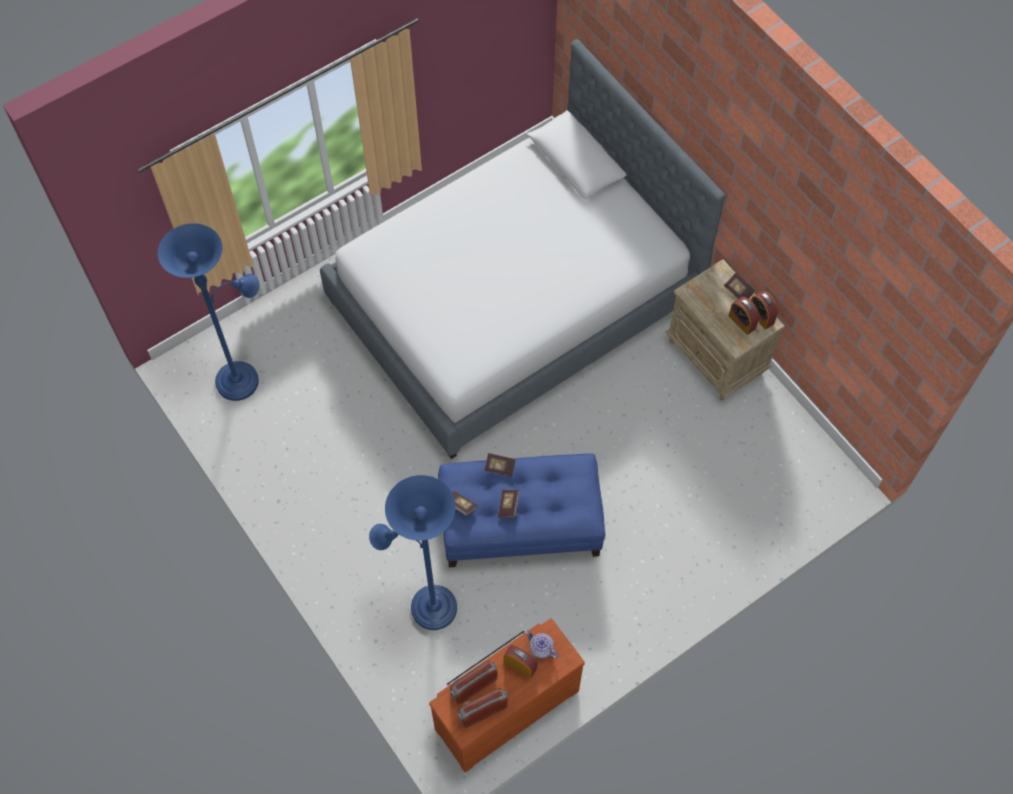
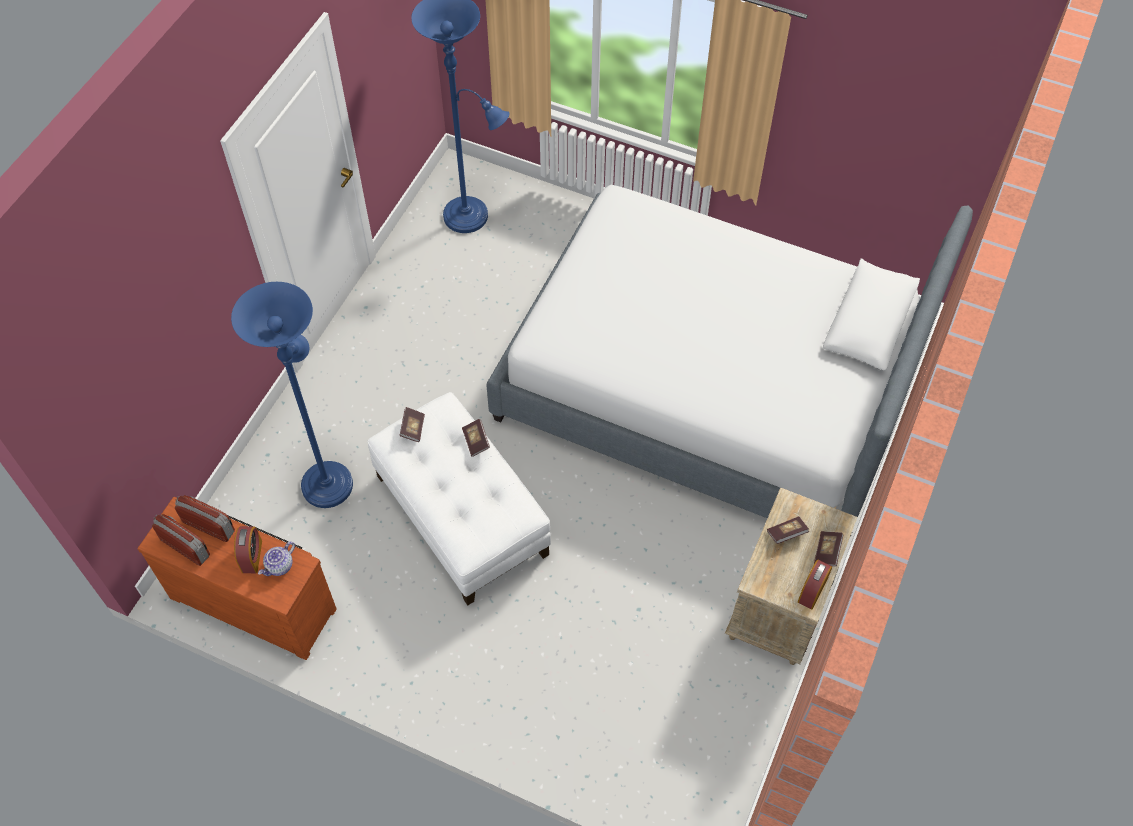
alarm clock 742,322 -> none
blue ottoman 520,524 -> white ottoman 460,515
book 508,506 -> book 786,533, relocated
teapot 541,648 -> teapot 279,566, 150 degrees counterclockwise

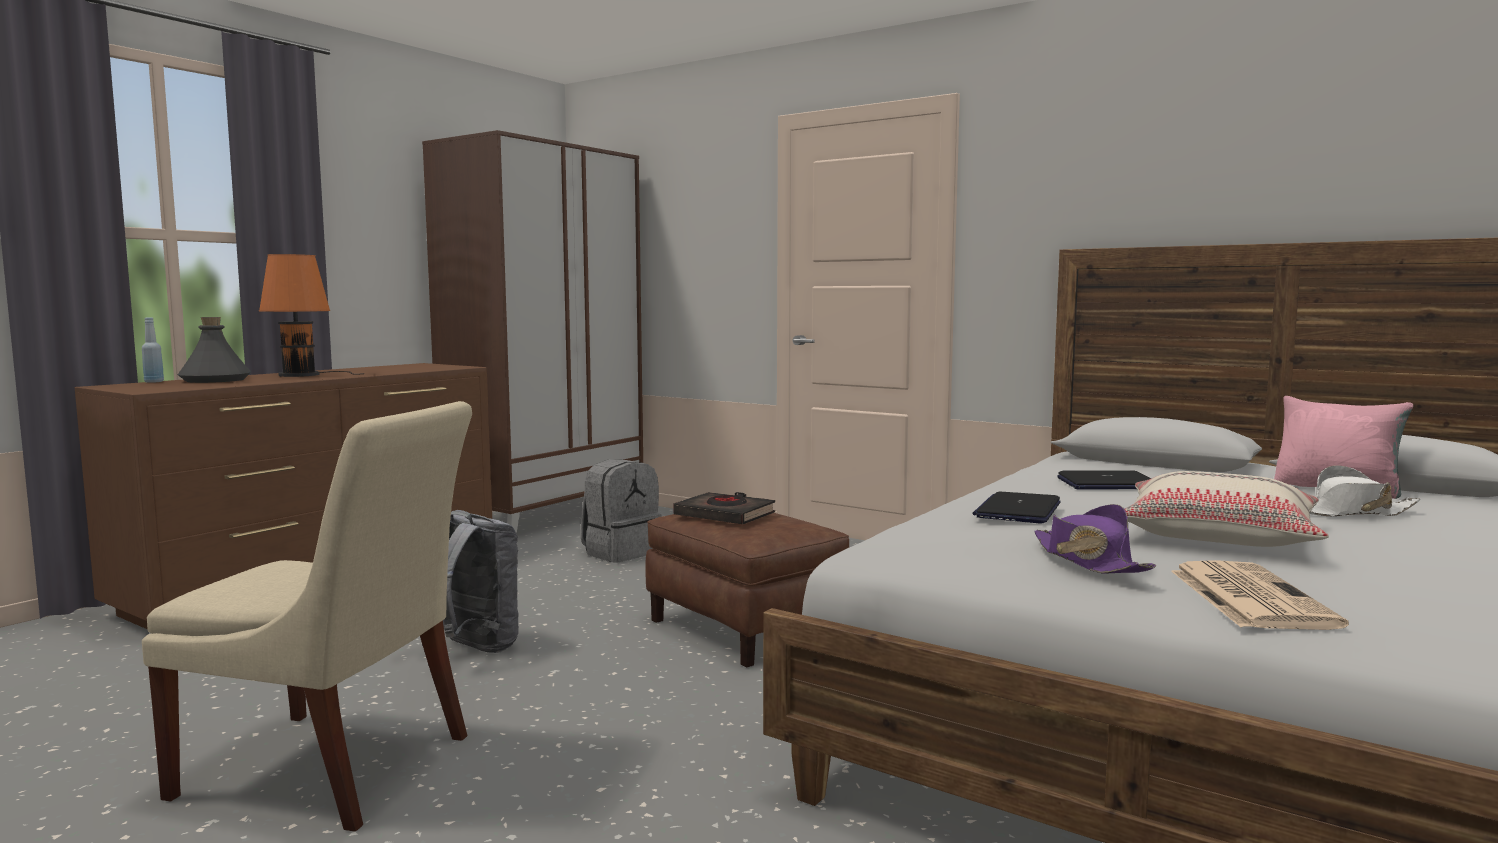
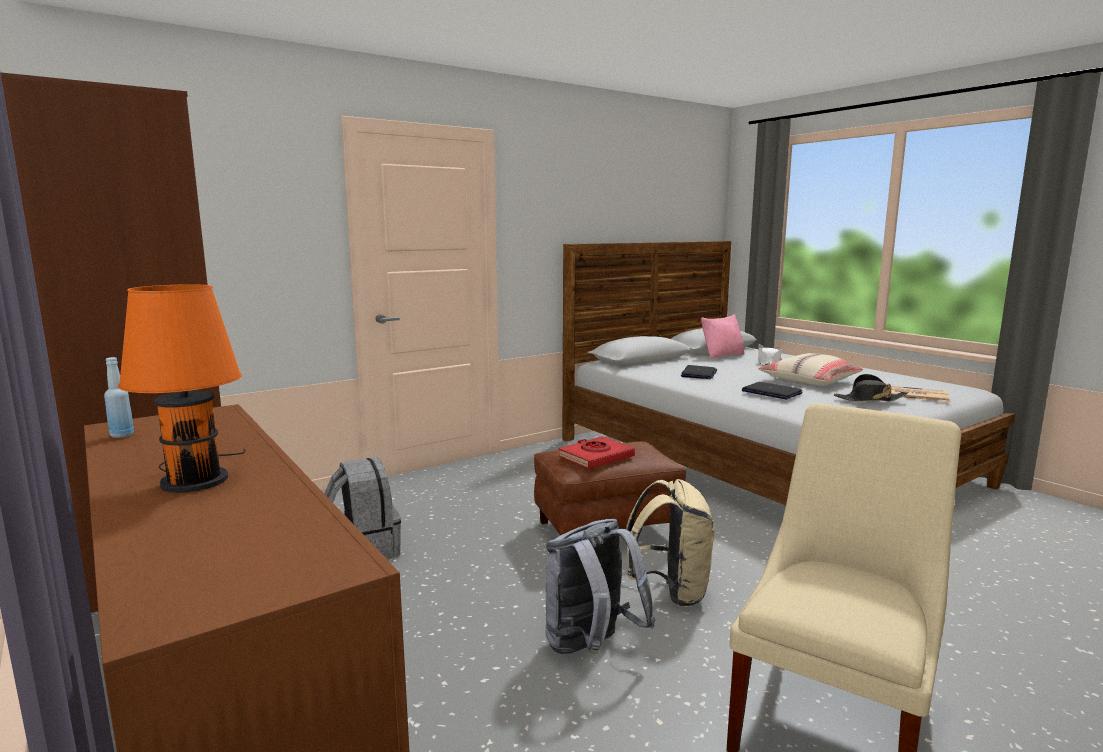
grey bottle 215,380 -> none
blue bottle 154,382 -> blue bottle 122,435, relocated
black book 725,515 -> red book 596,457
purple hat 1088,560 -> black hat 869,399
none -> beige backpack 670,591

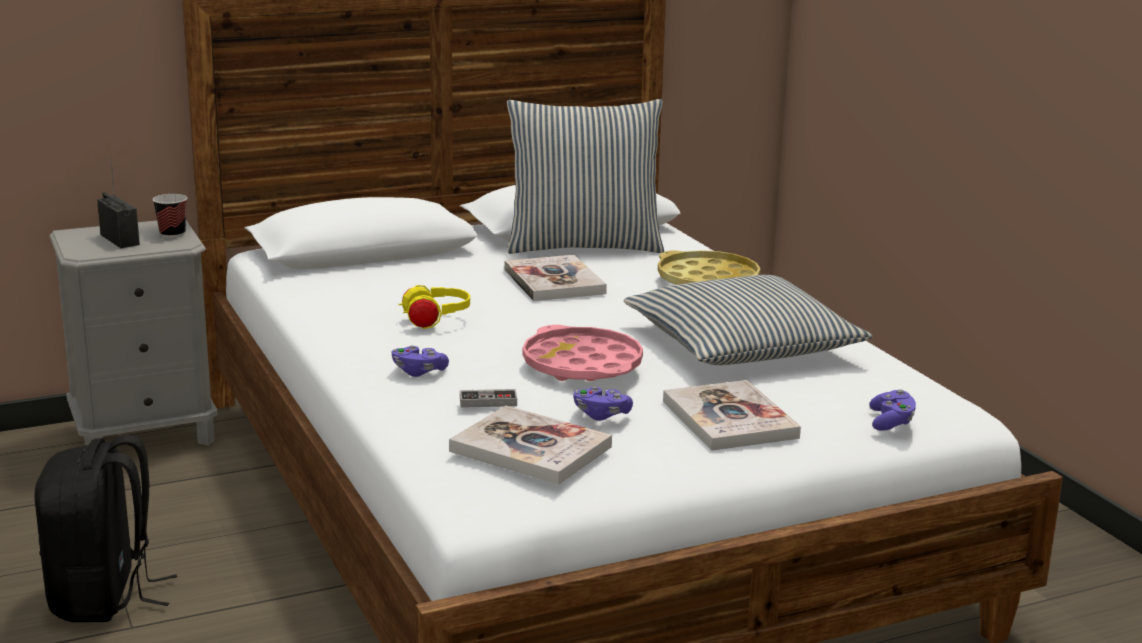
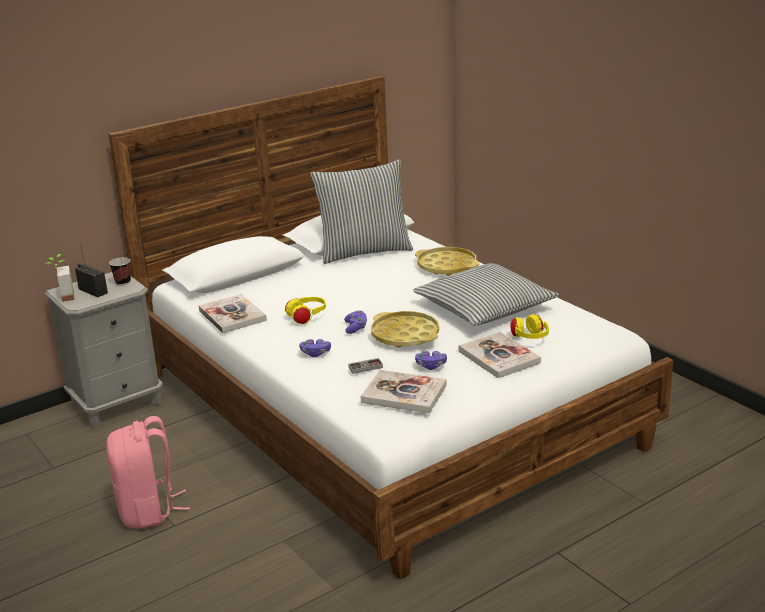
book 554,281 -> book 232,315, relocated
pink tray 582,365 -> yellow tray 405,335
purple game controller 891,422 -> purple game controller 356,328, relocated
black backpack 104,598 -> pink backpack 148,510
none -> potted plant 62,297
none -> yellow headphones 530,339

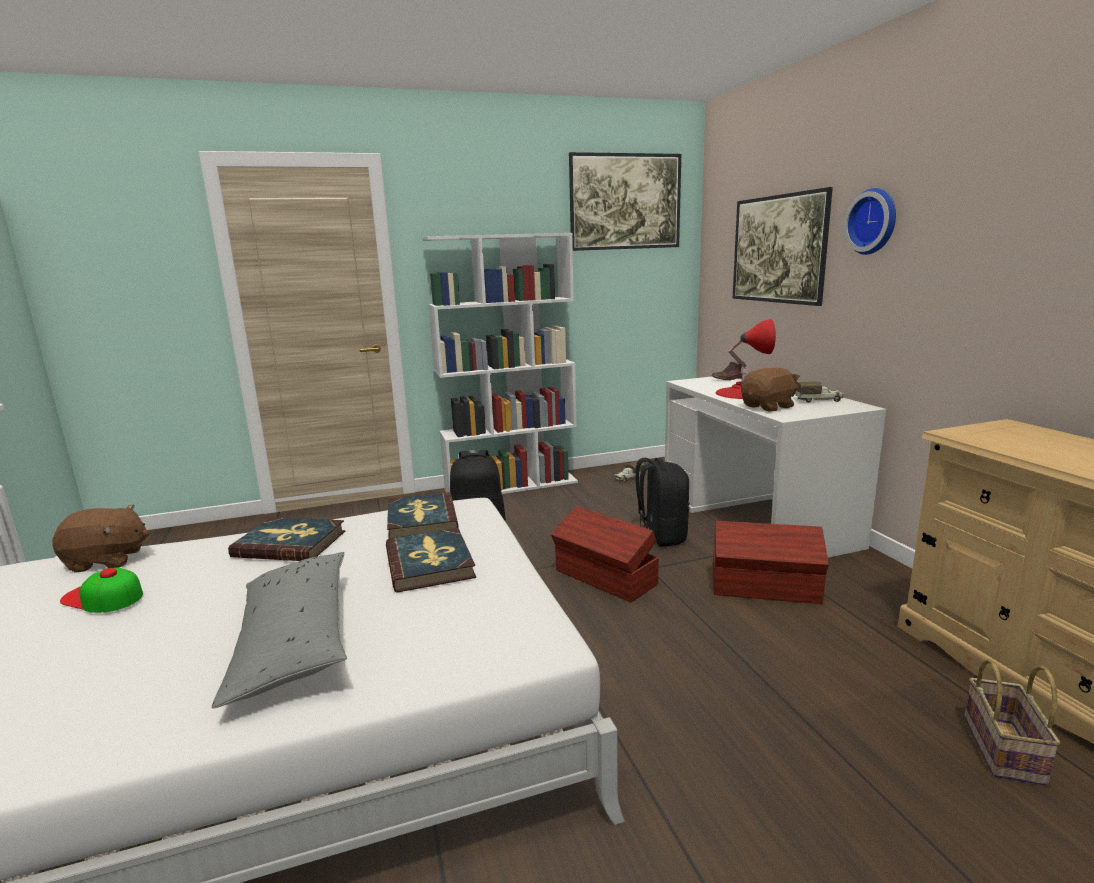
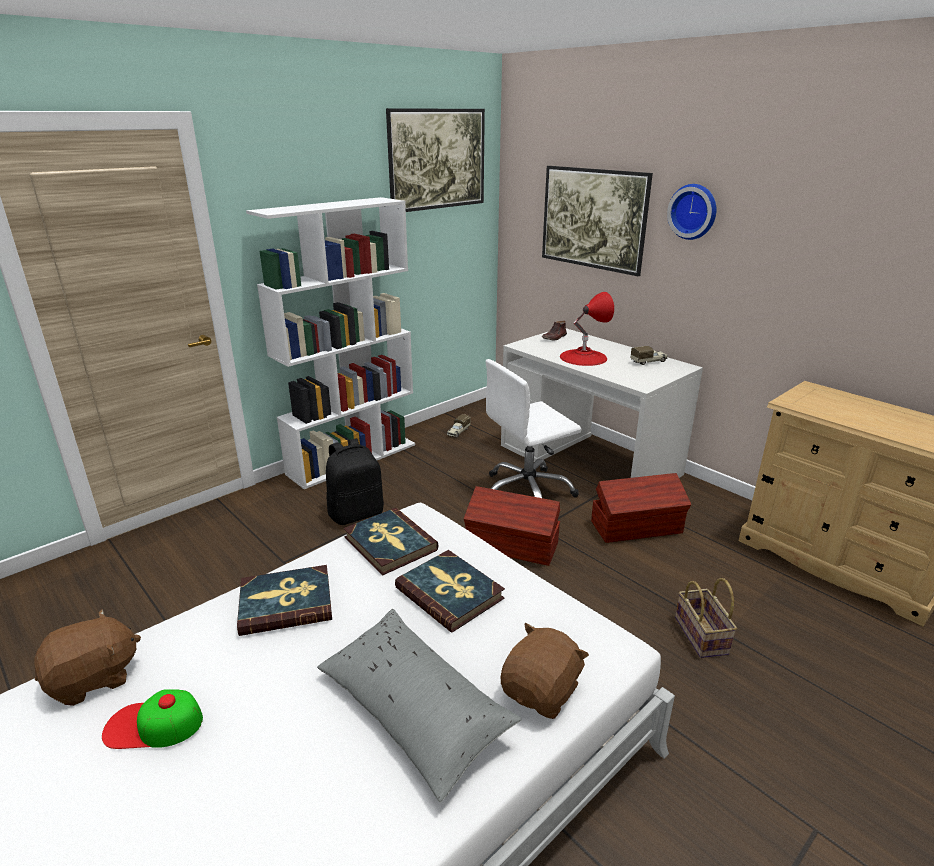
brown plush toy 768,407 -> brown plush toy 542,691, relocated
black backpack 660,536 -> white office chair 527,492
basket 1005,751 -> basket 703,636, relocated

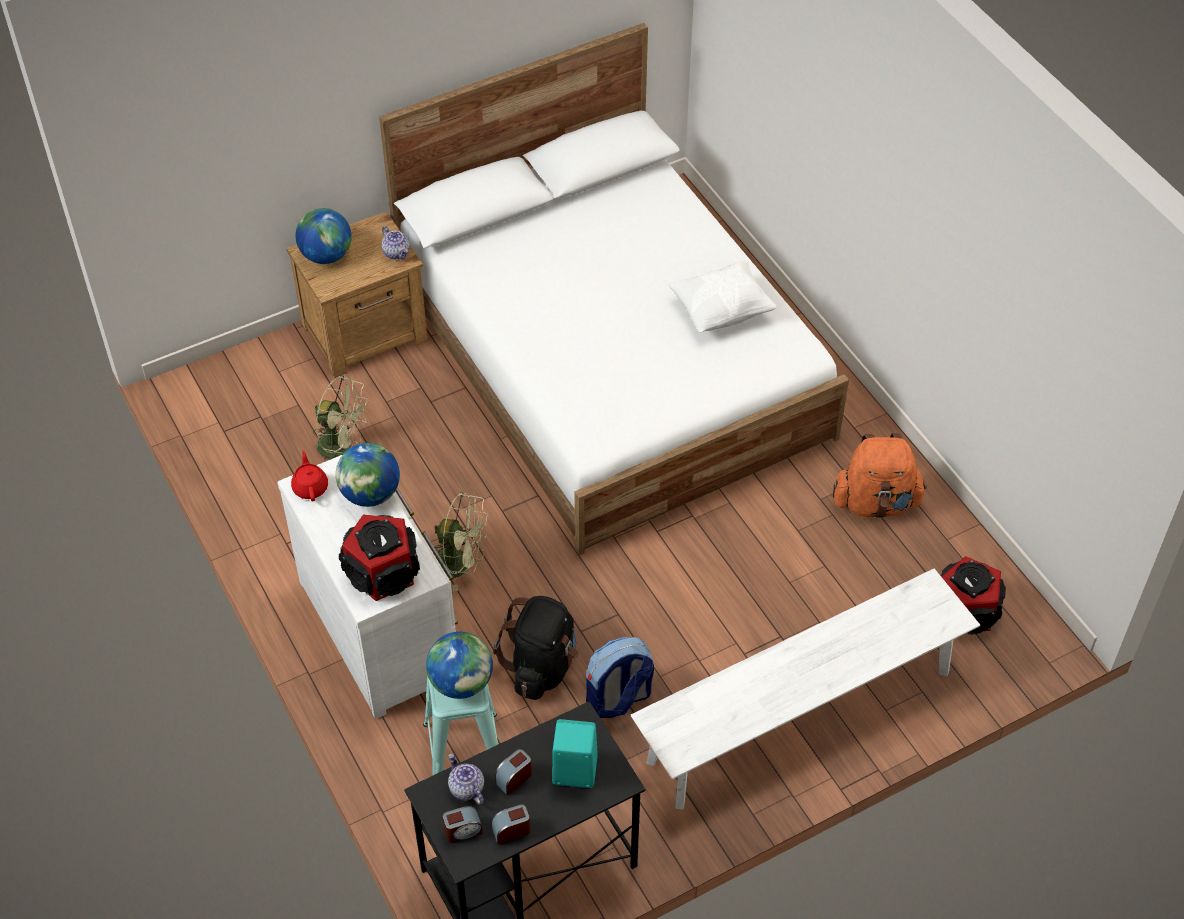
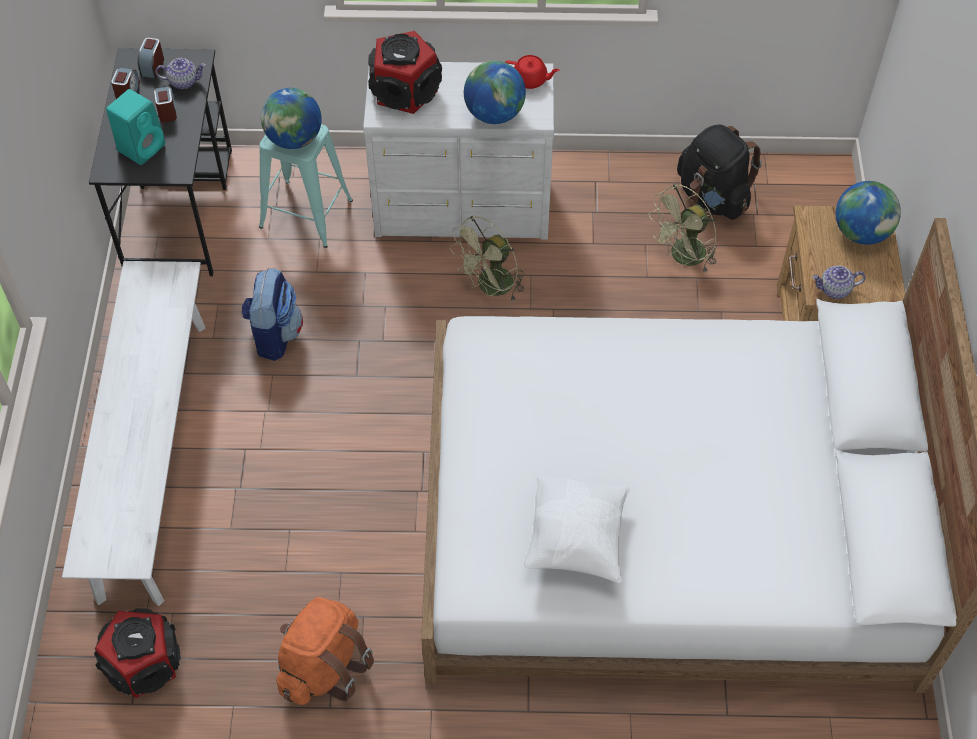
black backpack 541,666 -> black backpack 713,197, relocated

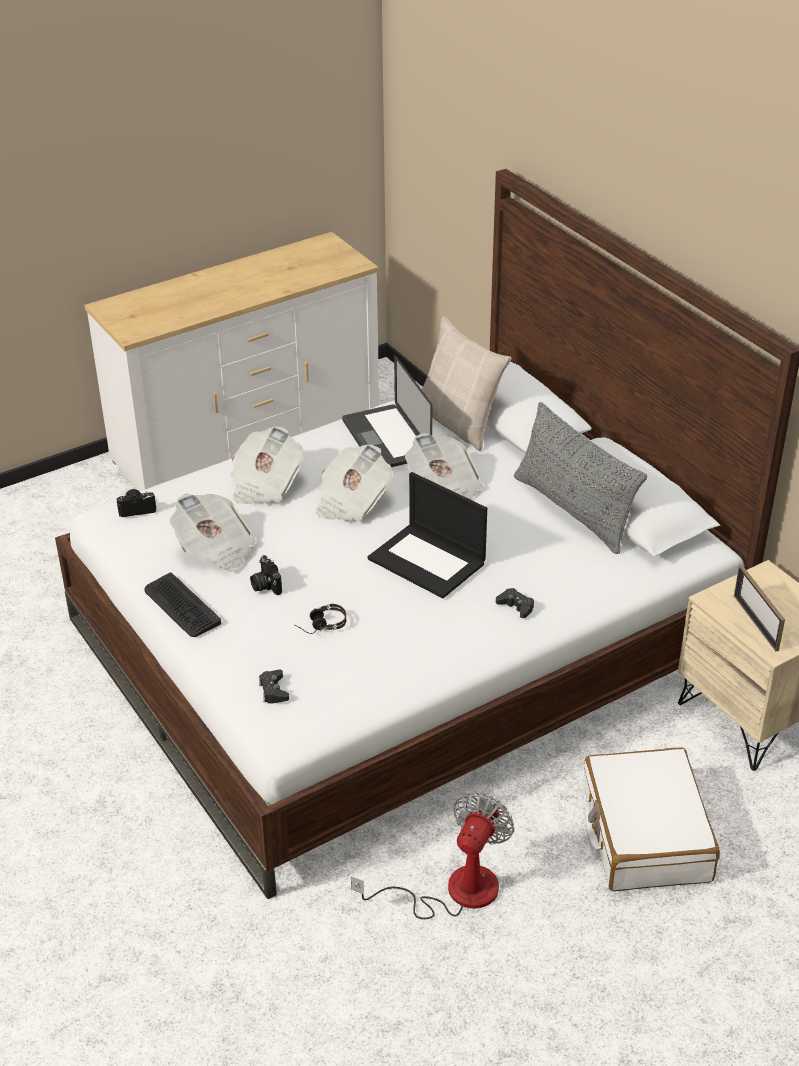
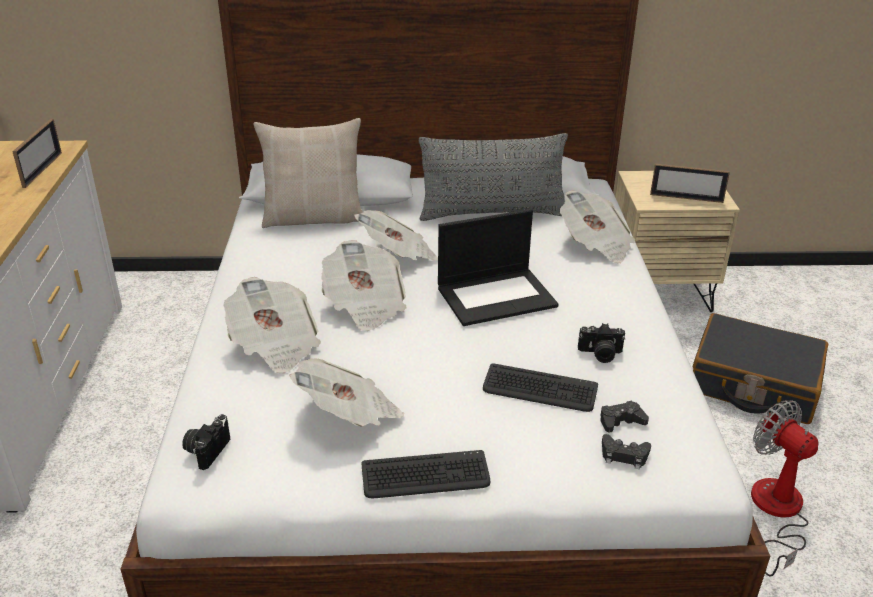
laptop 386,439 -> none
photo camera 265,585 -> photo camera 600,354, relocated
black game controller 516,606 -> black game controller 621,421, relocated
headphones 319,626 -> keyboard 539,389
white suitcase 644,834 -> black suitcase 753,383
none -> picture frame 42,169
none -> newspaper 595,245

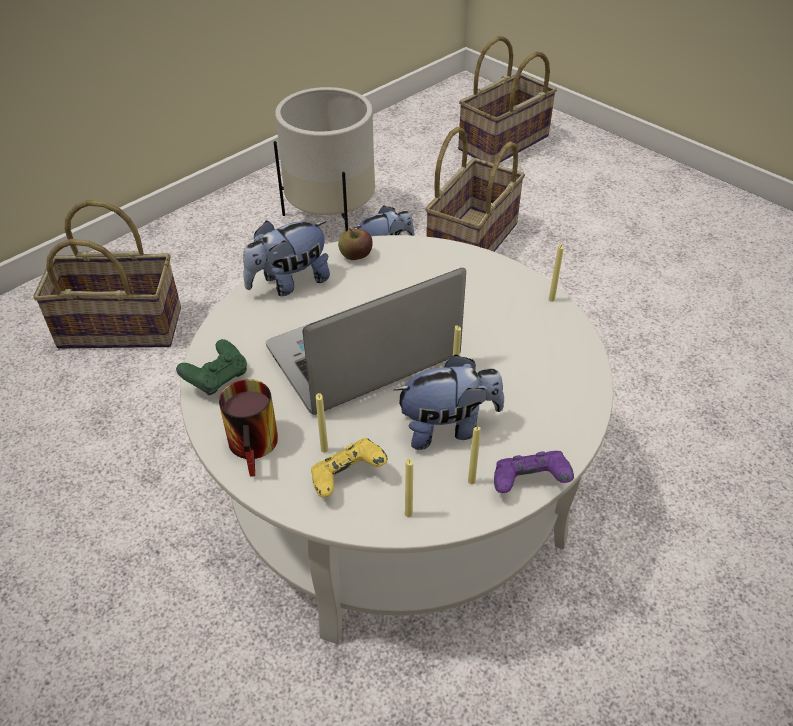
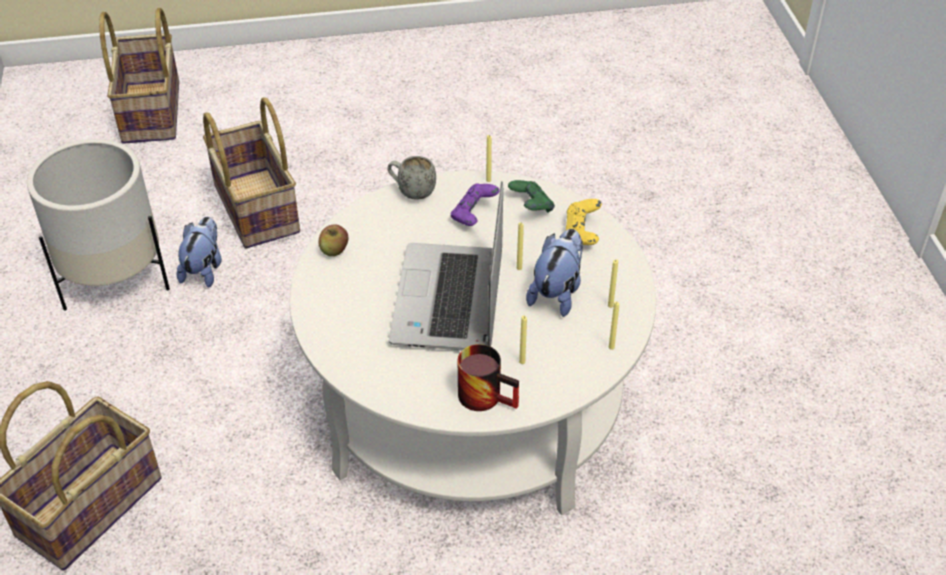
plush toy 289,283 -> none
green game controller 217,380 -> green game controller 531,207, relocated
yellow game controller 347,479 -> yellow game controller 582,234, relocated
purple game controller 529,484 -> purple game controller 473,215, relocated
none -> grey mug 411,191

